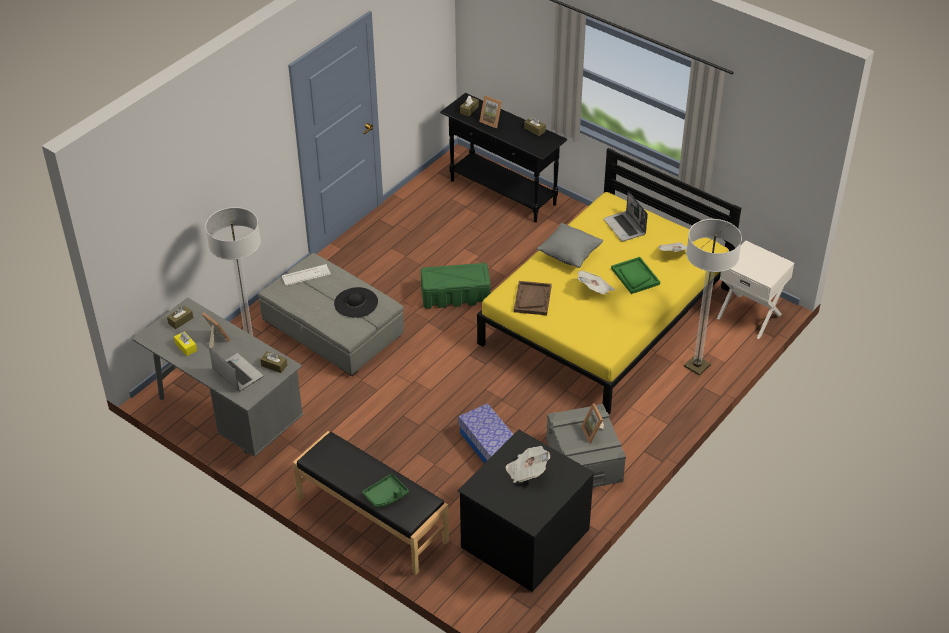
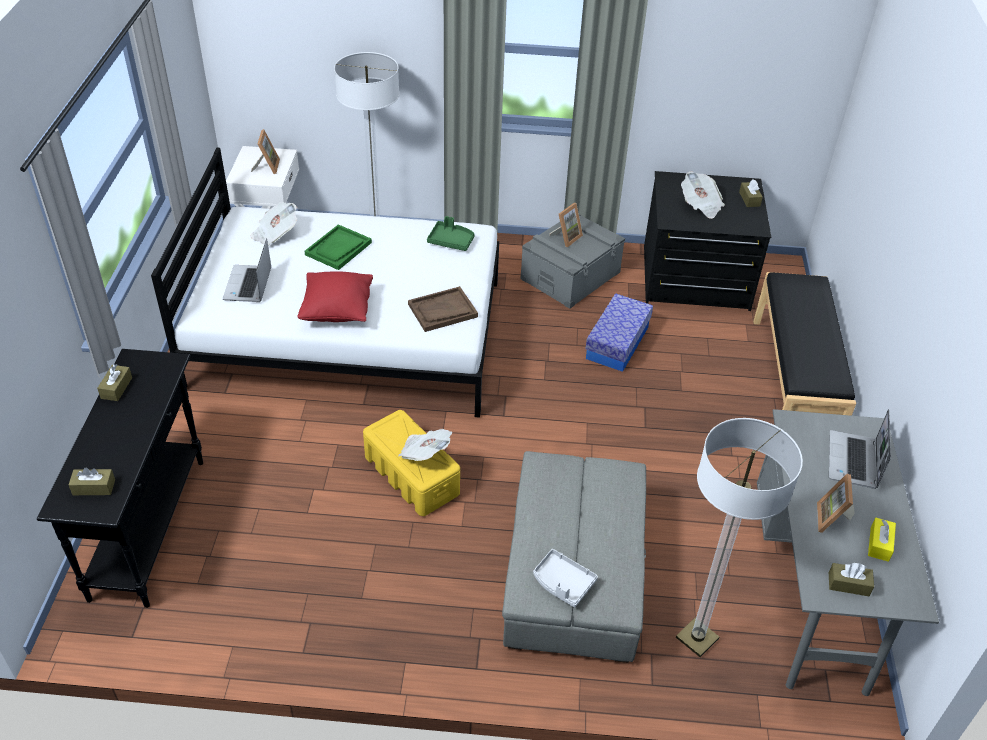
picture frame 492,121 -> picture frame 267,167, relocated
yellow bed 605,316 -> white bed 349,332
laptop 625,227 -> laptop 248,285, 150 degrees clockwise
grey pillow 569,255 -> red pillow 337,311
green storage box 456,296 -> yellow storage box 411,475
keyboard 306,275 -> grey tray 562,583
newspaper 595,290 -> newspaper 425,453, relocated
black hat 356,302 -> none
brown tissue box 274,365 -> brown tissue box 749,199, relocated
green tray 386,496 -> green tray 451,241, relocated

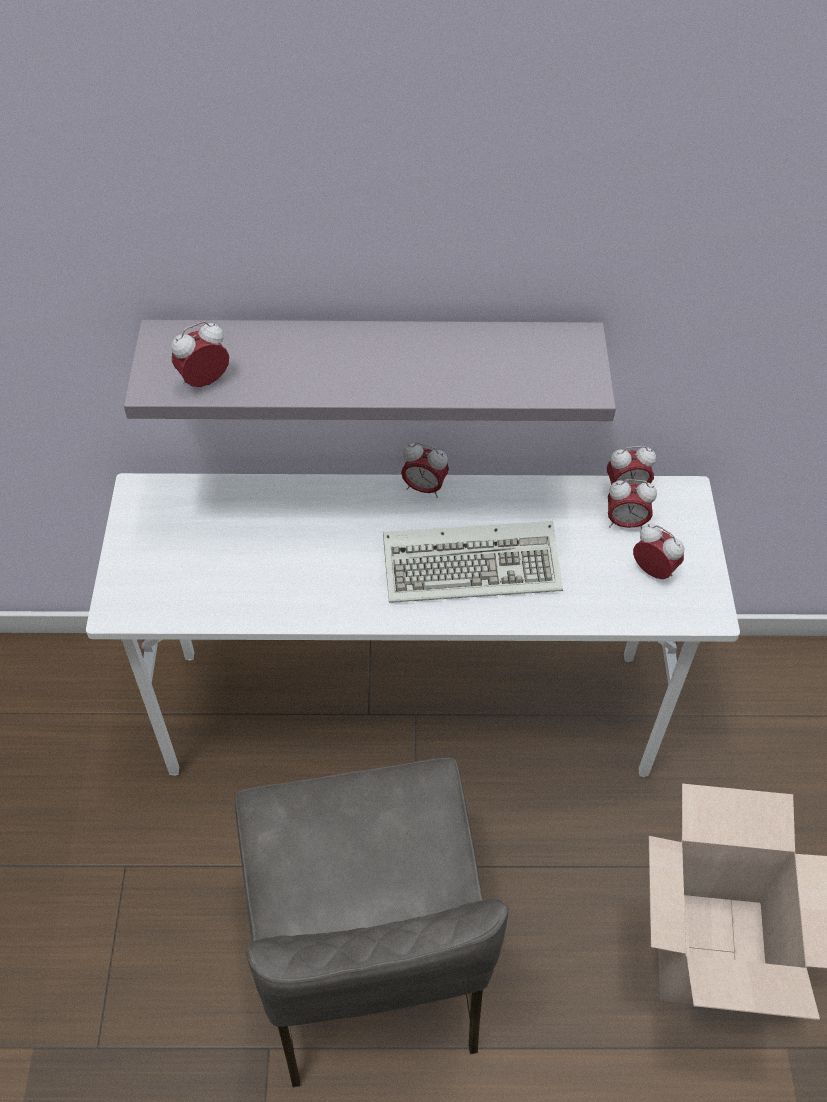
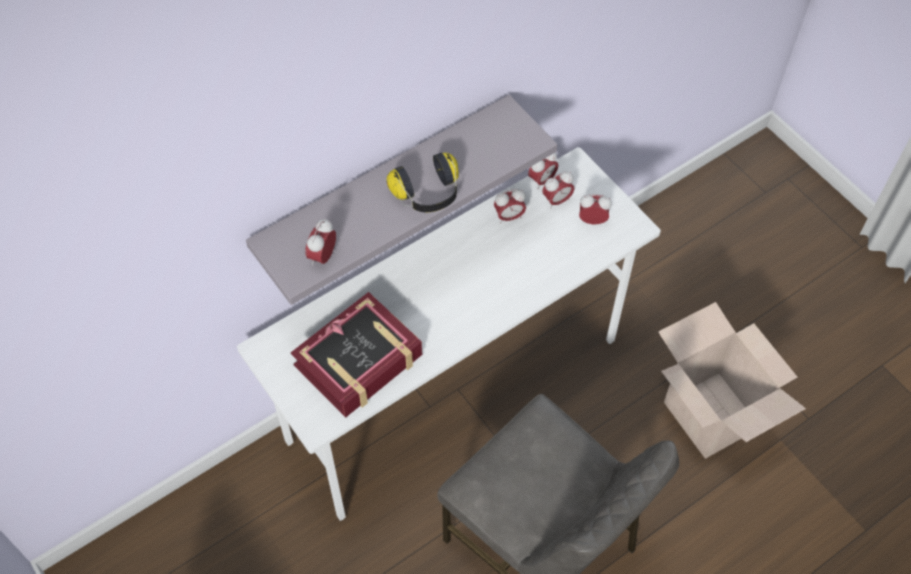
alarm clock 424,488 -> alarm clock 509,217, relocated
keyboard 475,565 -> none
none -> headphones 428,194
none -> book 359,361

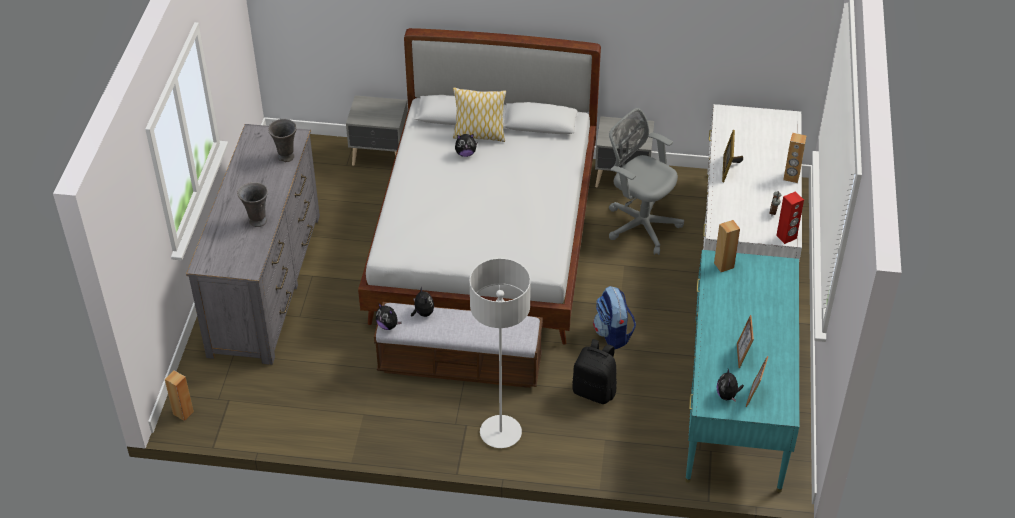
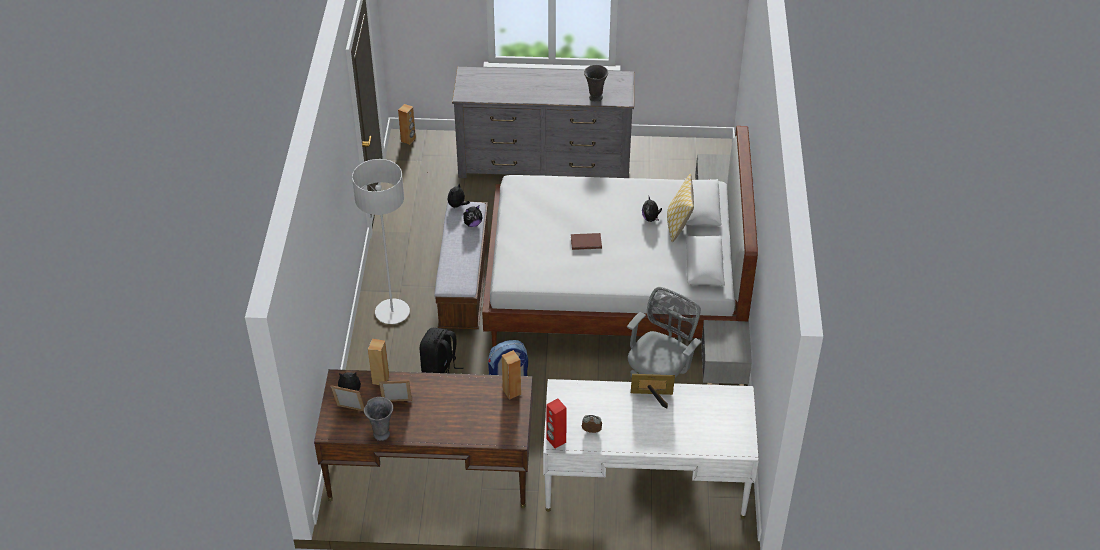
brown speaker 791,177 -> brown speaker 380,379, relocated
grey vase 257,221 -> grey vase 381,433, relocated
turquoise desk 736,402 -> brown desk 430,469
none -> brown book 585,242

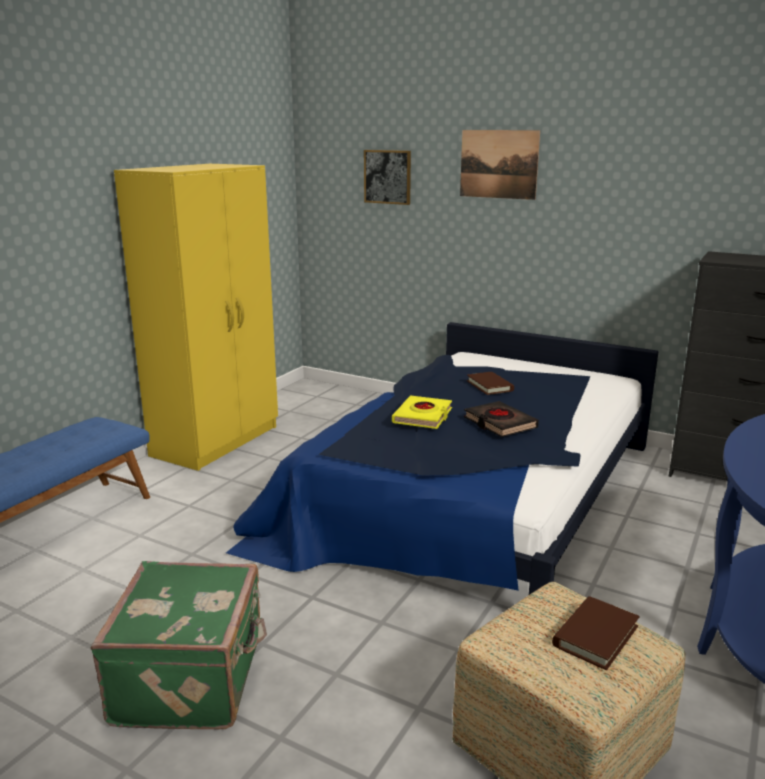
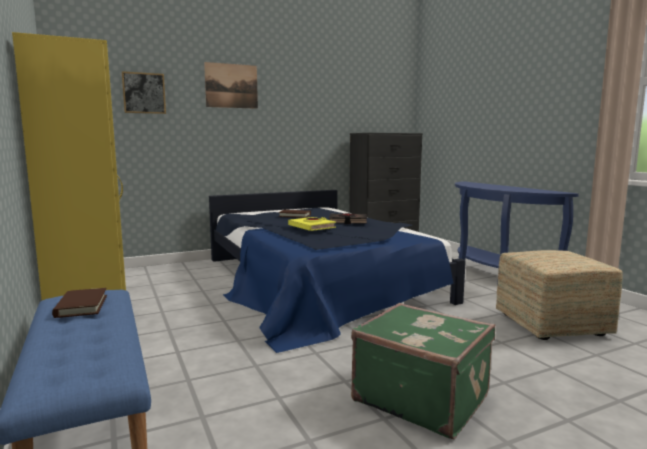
brown book 595,636 -> brown book 81,306, relocated

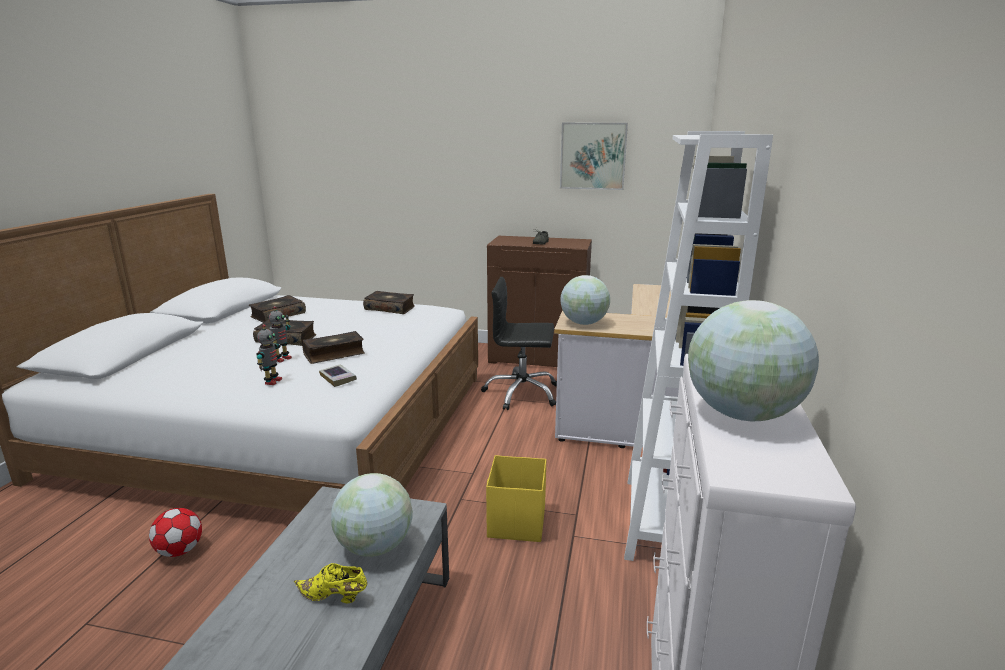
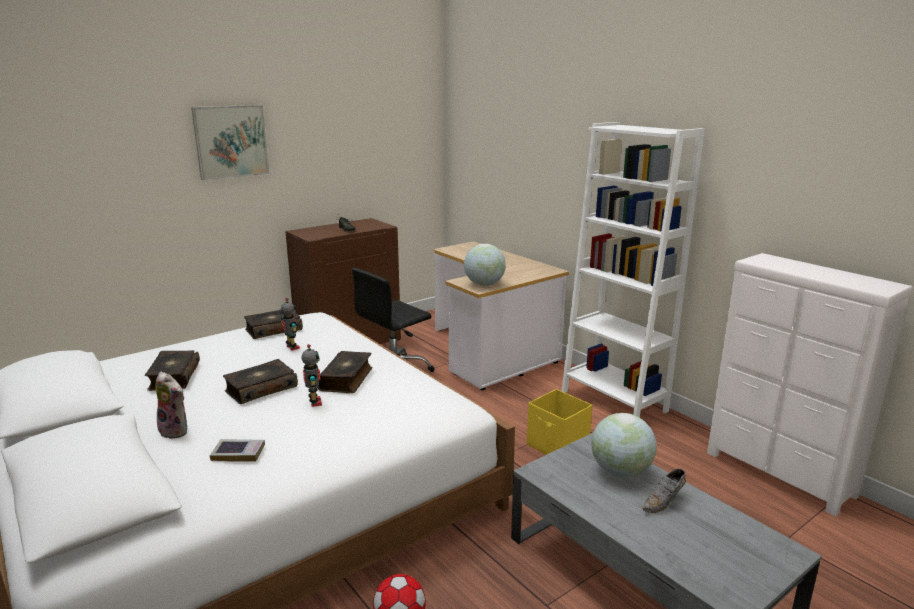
picture 593,156 -> picture 231,141, relocated
globe 742,414 -> none
toy robot 272,381 -> toy robot 292,347, relocated
book 338,378 -> book 238,453, relocated
yellow shoe 334,597 -> grey shoe 664,502
none -> plush toy 176,431

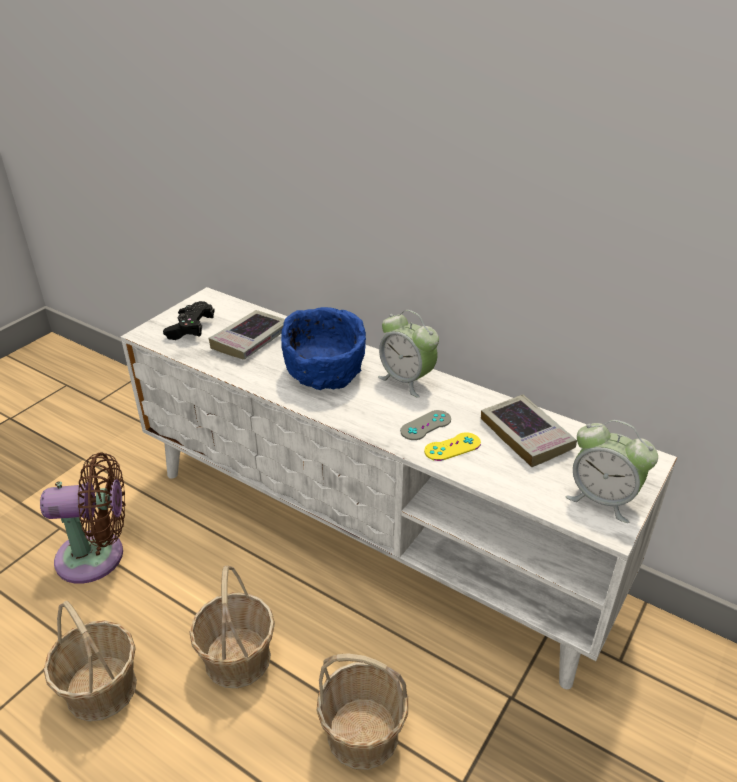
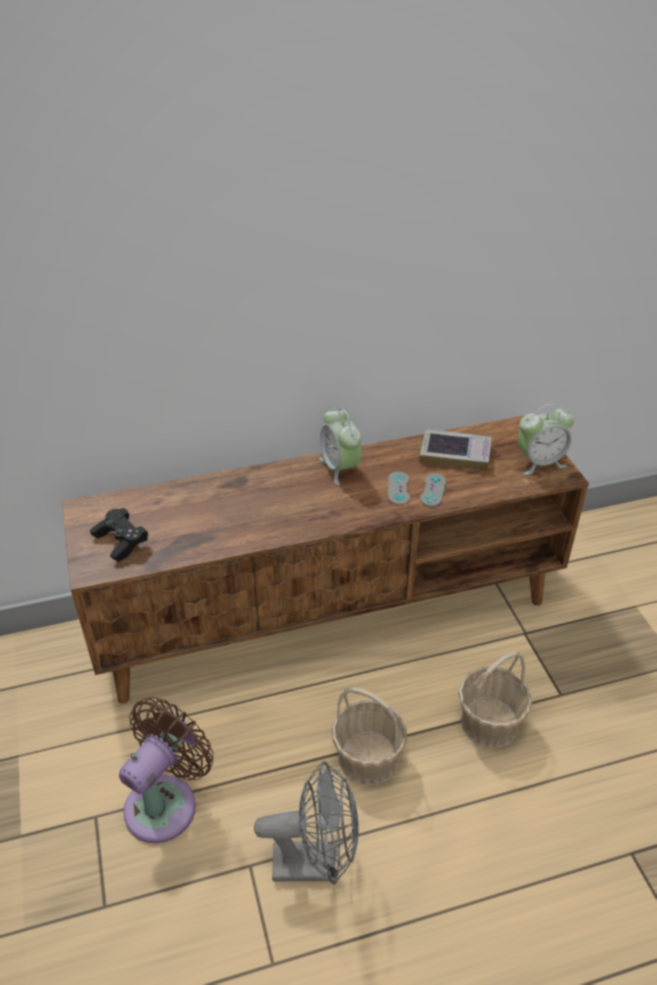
white tv stand 371,533 -> brown tv stand 329,613
blue bowl 325,372 -> none
book 251,340 -> none
alarm clock 407,380 -> alarm clock 340,468, 75 degrees clockwise
yellow game controller 452,447 -> grey game controller 433,490
basket 102,688 -> grey fan 316,863

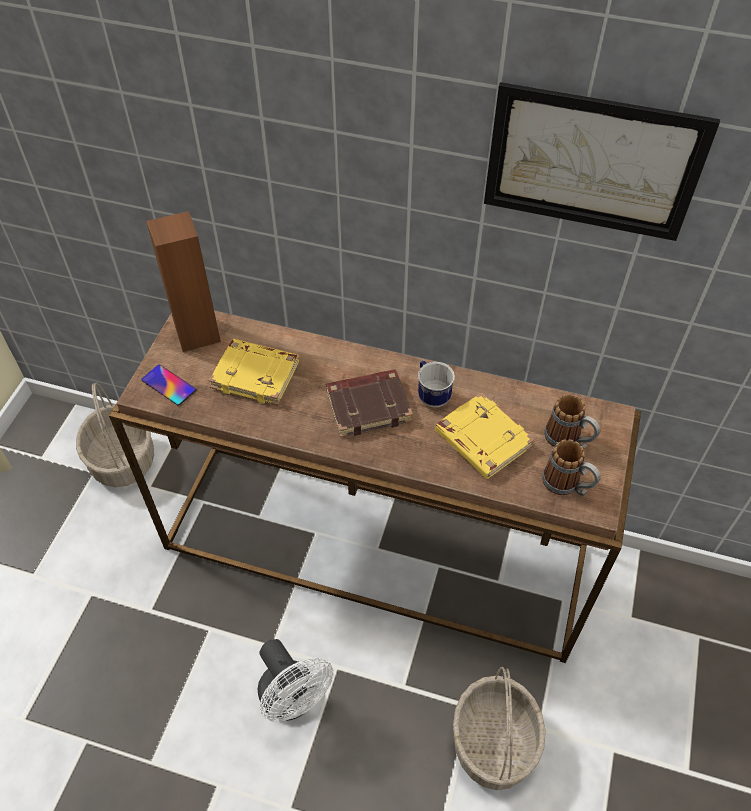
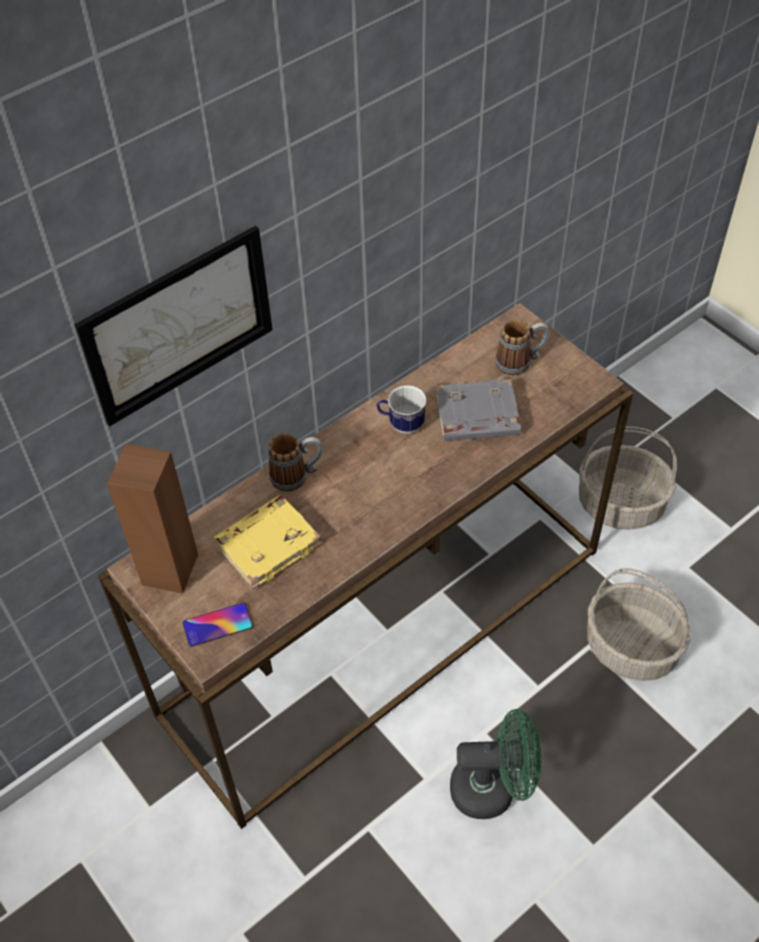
picture 592,163 -> picture 179,325, relocated
brown book 369,405 -> none
basket 123,460 -> basket 621,504, relocated
yellow book 481,440 -> grey book 476,417
mug 567,485 -> mug 297,475, relocated
white fan 293,700 -> green fan 493,788

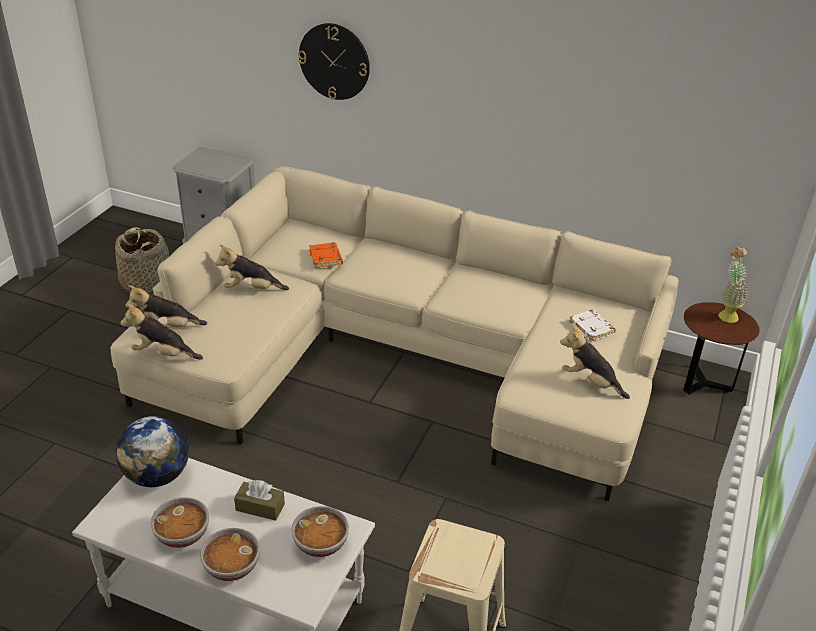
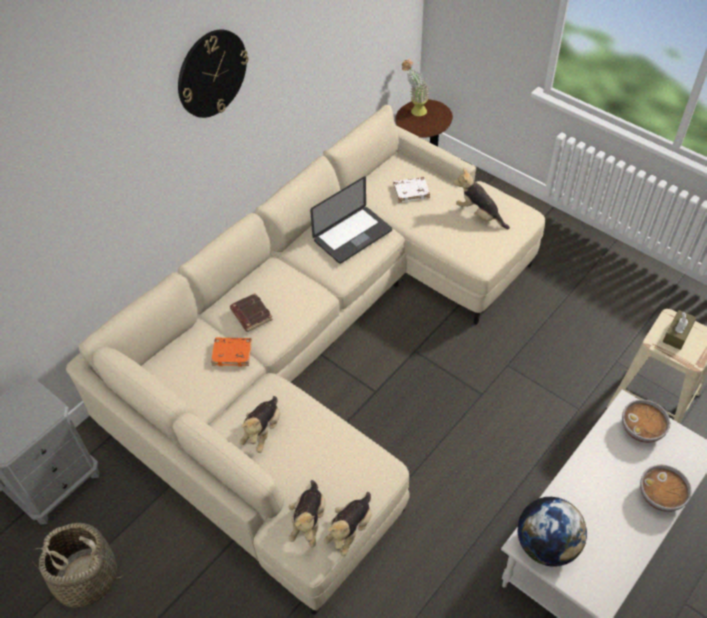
wall clock 334,61 -> wall clock 211,73, relocated
plush toy 590,382 -> plush toy 479,215, 75 degrees clockwise
brown tissue box 260,507 -> brown tissue box 677,334, relocated
bowl 183,535 -> none
none -> laptop 352,235
none -> brown book 250,314

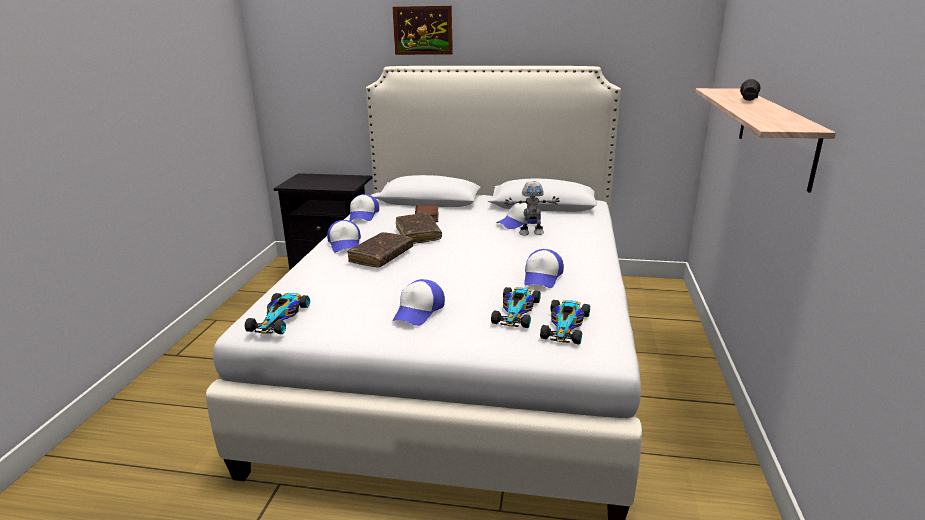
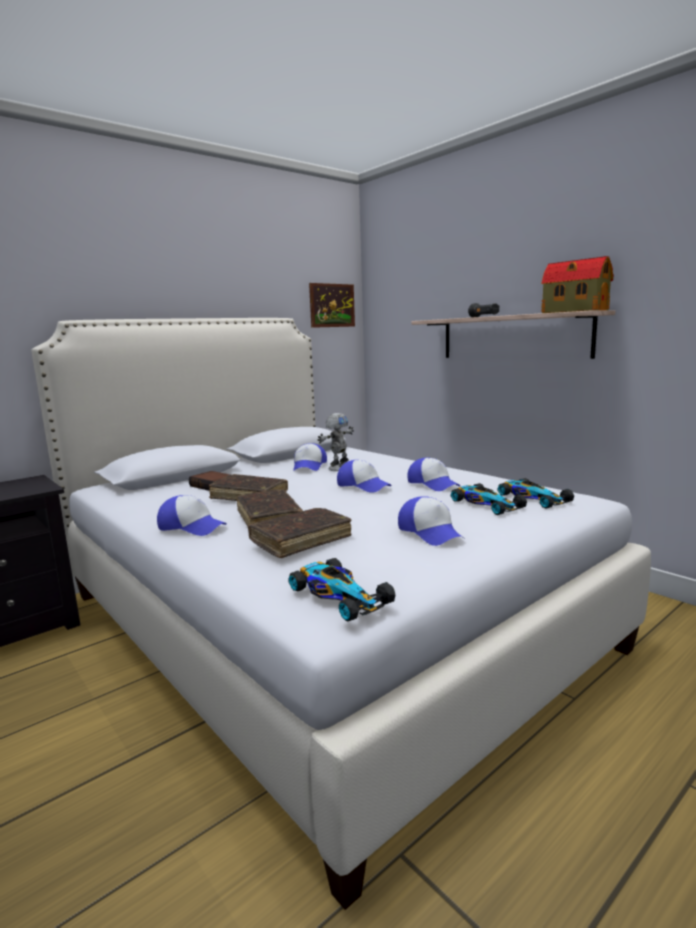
picture 423,30 -> picture 332,305, relocated
cap 363,215 -> cap 363,486, relocated
none -> toy house 573,311
none -> brown book 301,540

